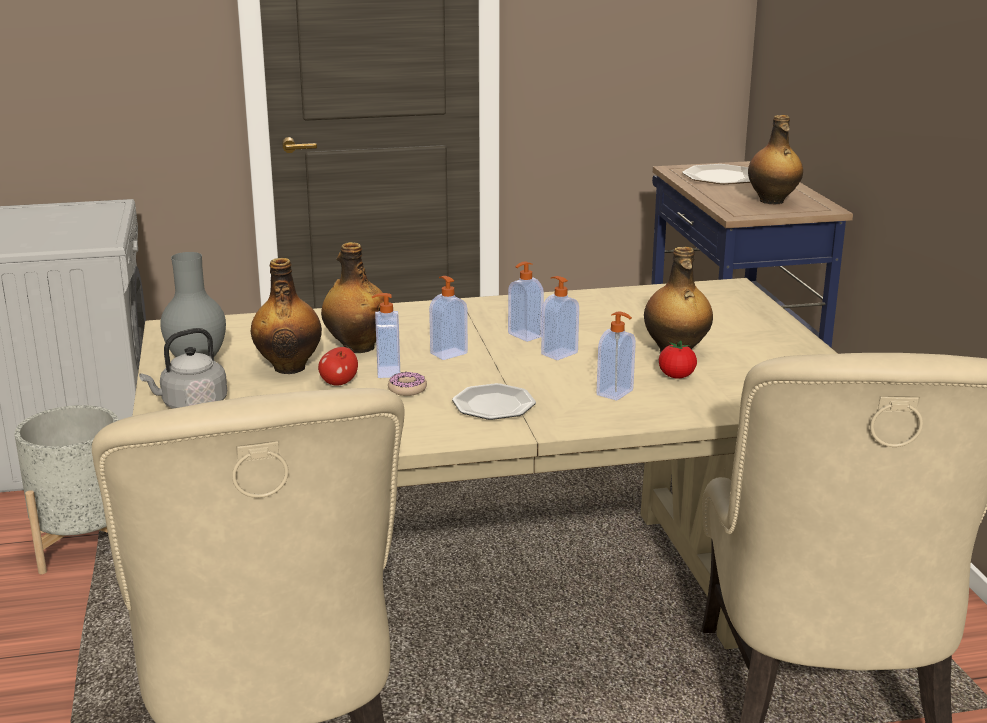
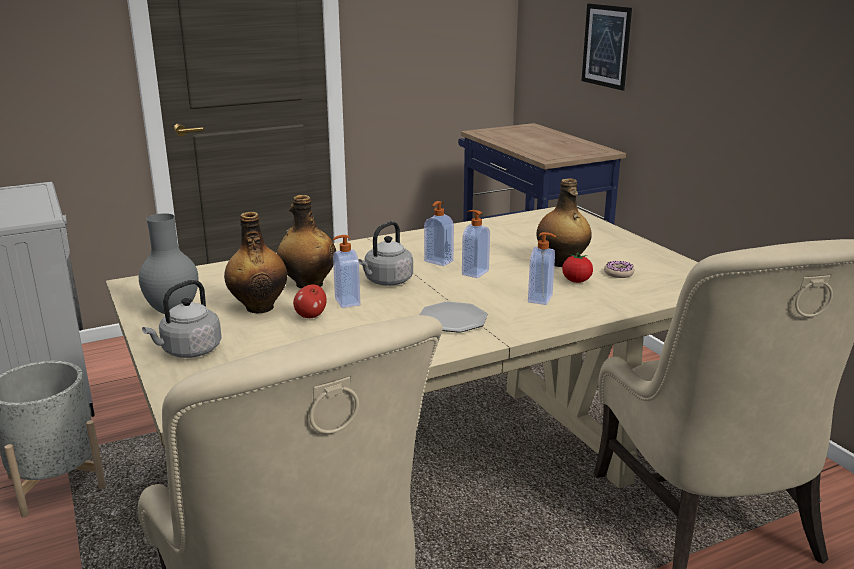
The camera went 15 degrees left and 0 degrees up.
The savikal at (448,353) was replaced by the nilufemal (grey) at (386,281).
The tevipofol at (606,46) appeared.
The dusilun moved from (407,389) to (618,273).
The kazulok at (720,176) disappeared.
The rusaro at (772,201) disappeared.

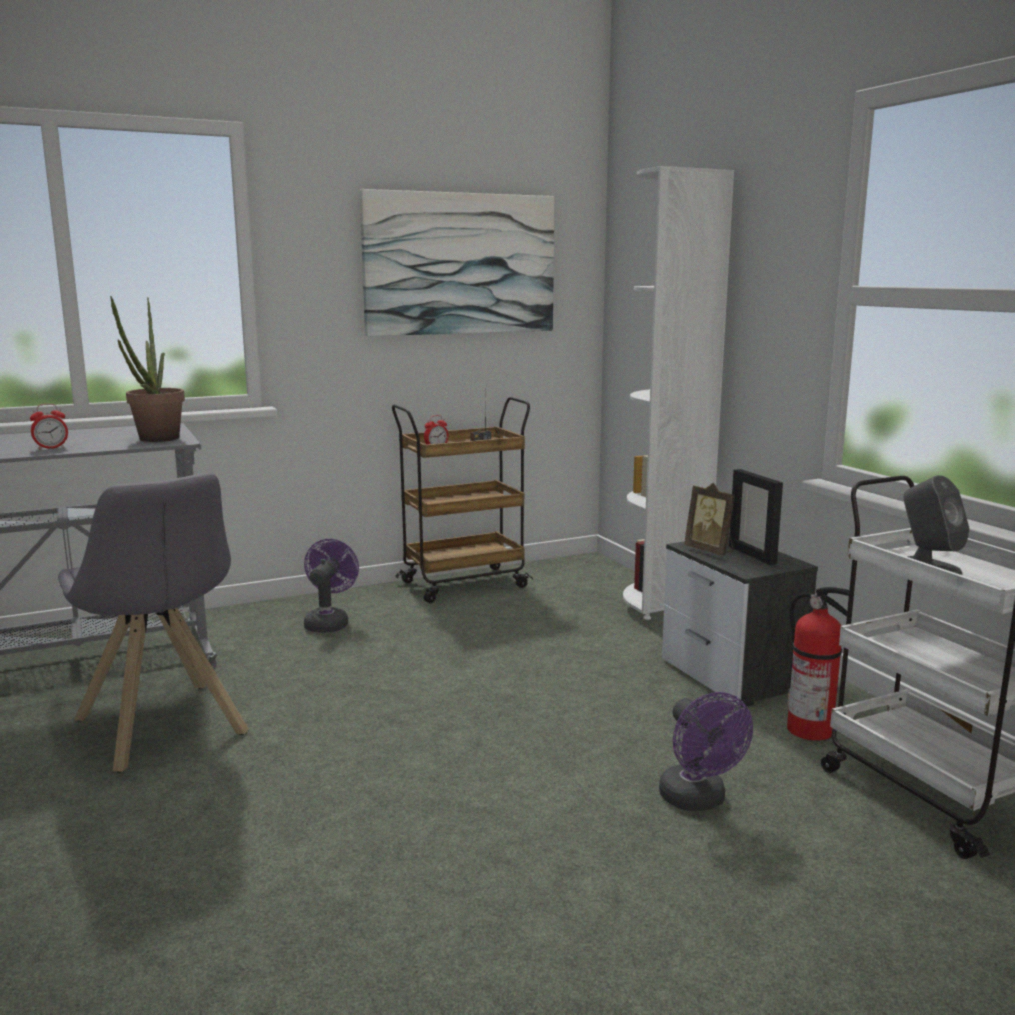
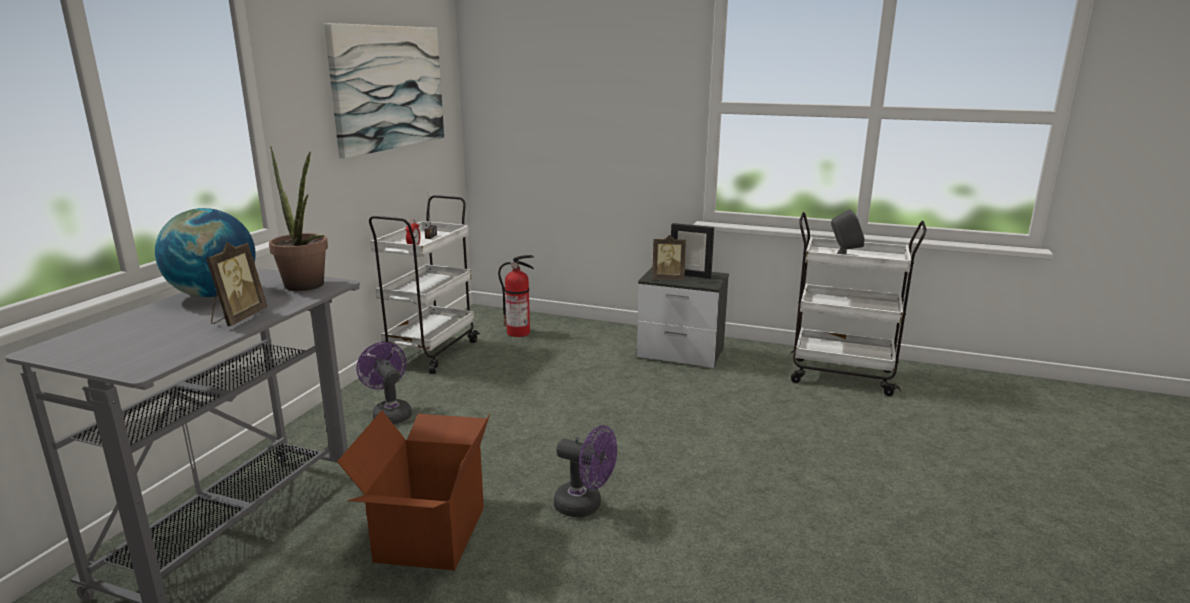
The camera went 45 degrees left and 5 degrees up.
The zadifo at (214,295) appeared.
The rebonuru at (51,448) was replaced by the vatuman at (238,318).
The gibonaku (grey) at (162,726) was replaced by the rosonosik at (428,533).
The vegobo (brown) at (465,584) became the vegobo (white) at (432,353).
The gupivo moved from (811,730) to (519,332).
The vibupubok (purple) moved from (698,801) to (585,506).
The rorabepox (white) at (658,607) disappeared.

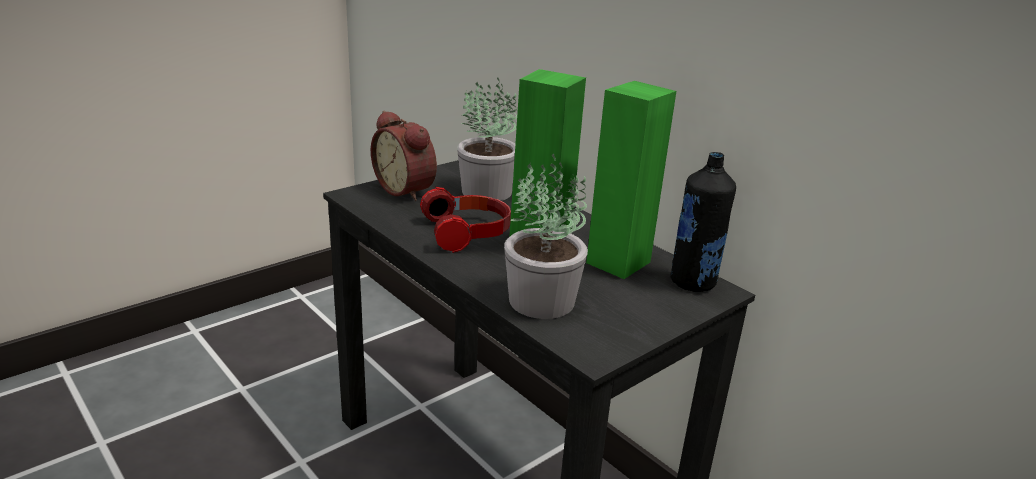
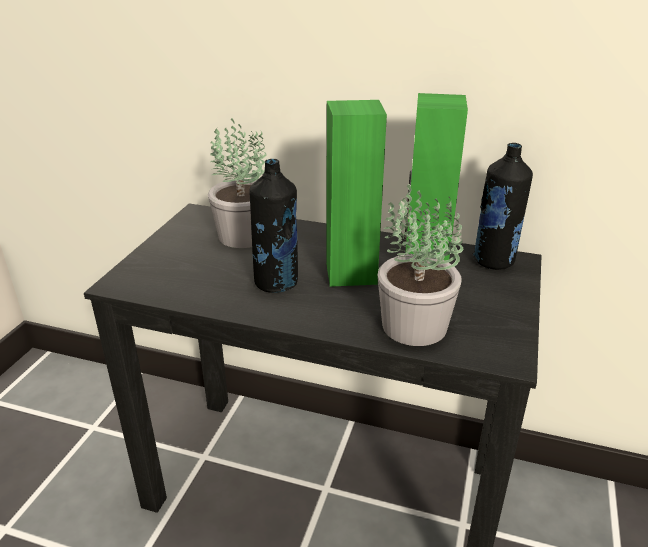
The camera went 30 degrees left and 5 degrees up.
The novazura at (468,232) was replaced by the rusaro (black) at (277,283).
The rebonuru at (407,190) disappeared.

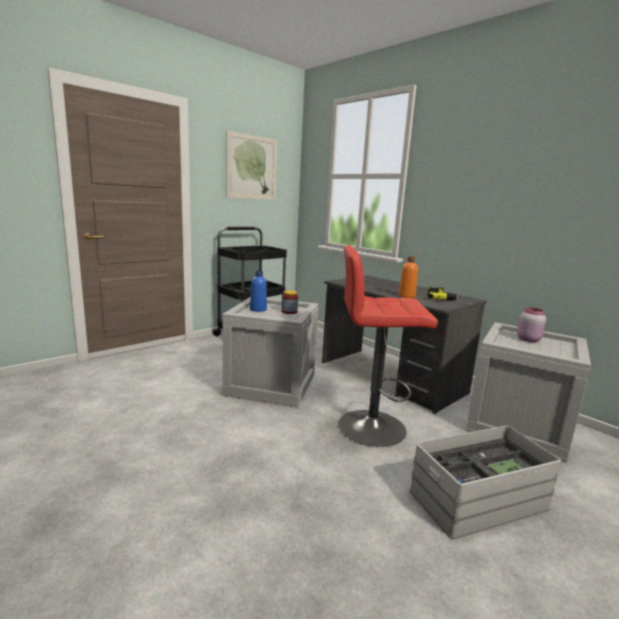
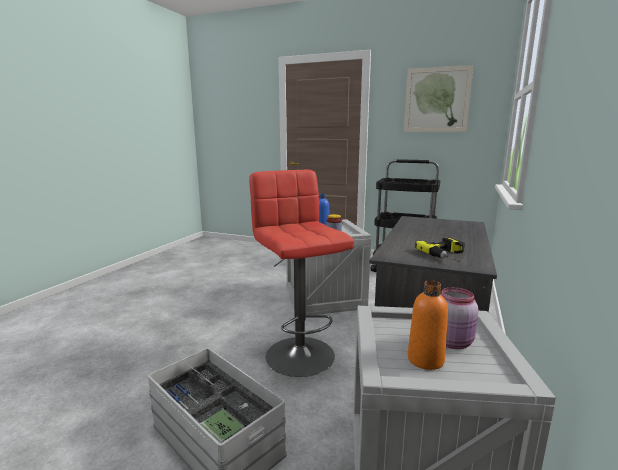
The camera went 65 degrees right and 0 degrees up.
The rusaro (orange) moved from (406,296) to (425,360).

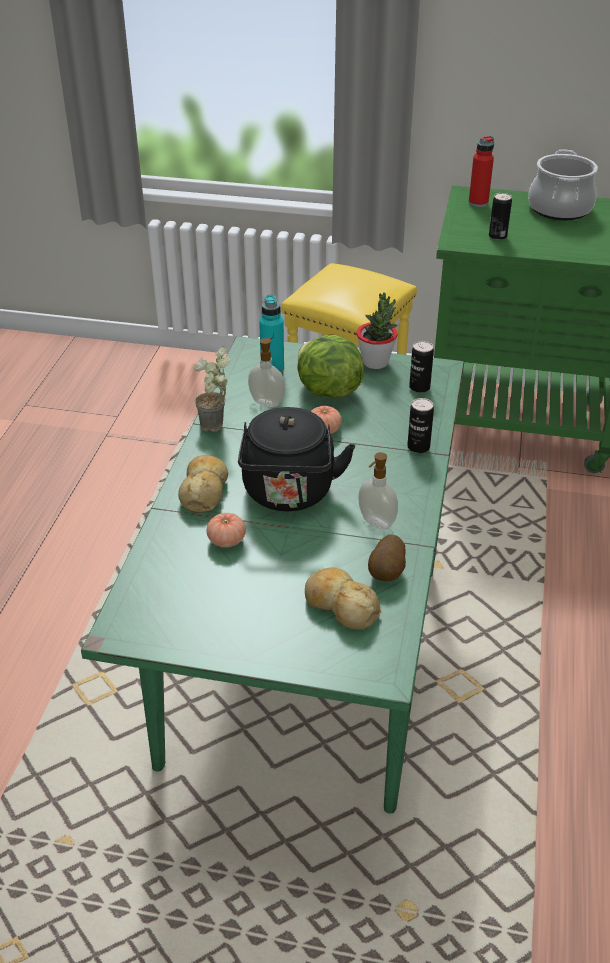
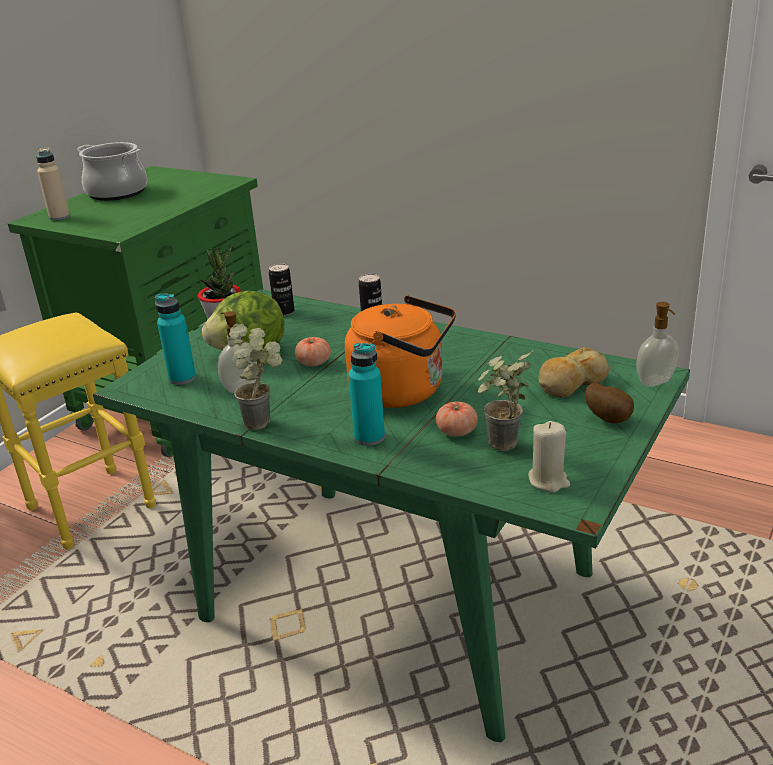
The camera went 70 degrees left and 10 degrees down.
The rusaro (red) at (478,203) became the rusaro (beige) at (59,217).
The nilufemal (black) at (289,494) became the nilufemal (orange) at (403,391).
The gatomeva at (204,491) was replaced by the rusaro (turquoise) at (369,437).
The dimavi at (501,449) appeared.
The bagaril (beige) at (548,480) appeared.
The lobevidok moved from (387,573) to (609,419).
The savikal moved from (375,522) to (656,382).
The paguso at (497,236) disappeared.

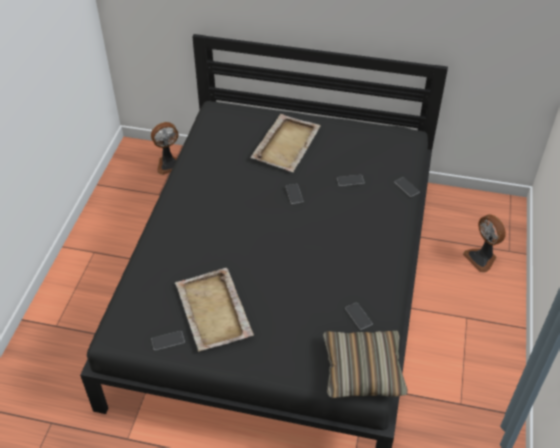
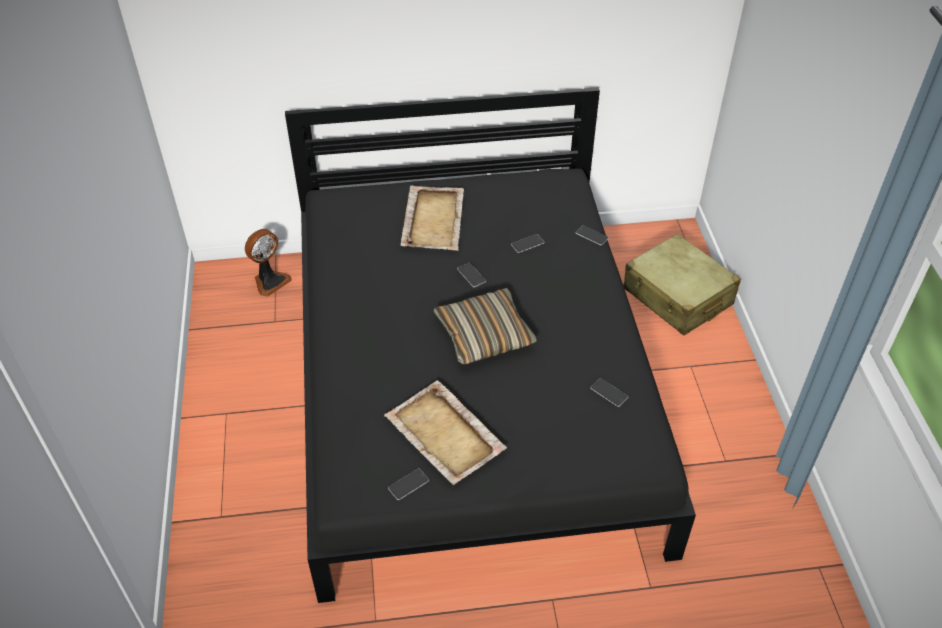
The camera went 20 degrees left and 0 degrees up.
The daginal moved from (363,370) to (484,335).
The vibupubok at (482,258) was replaced by the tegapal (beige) at (678,297).

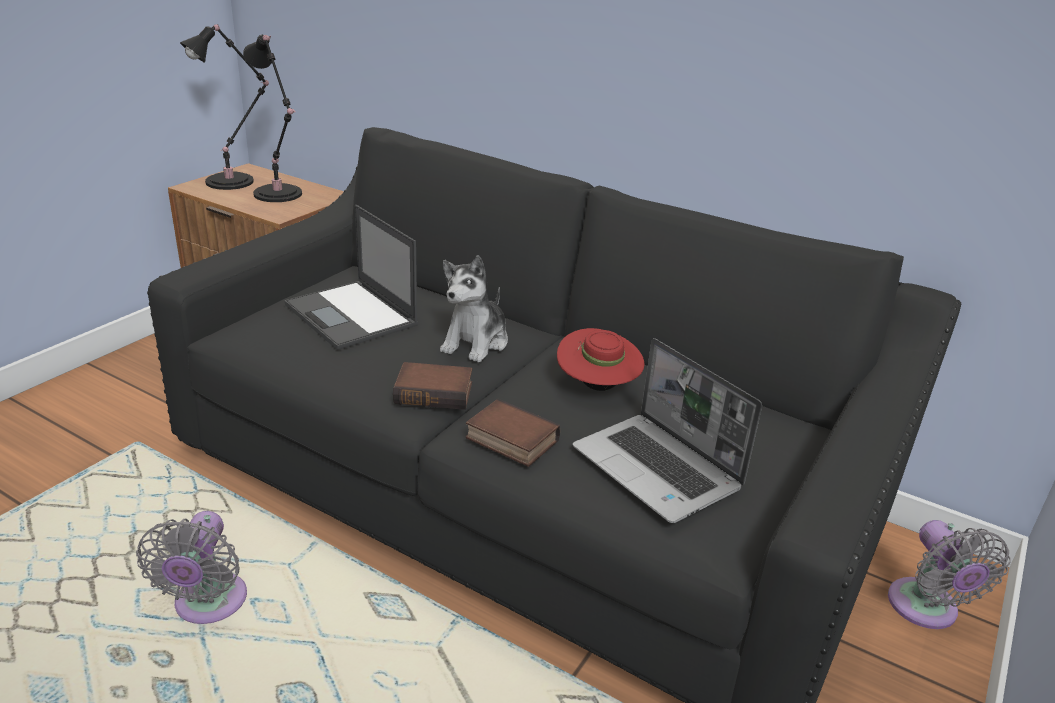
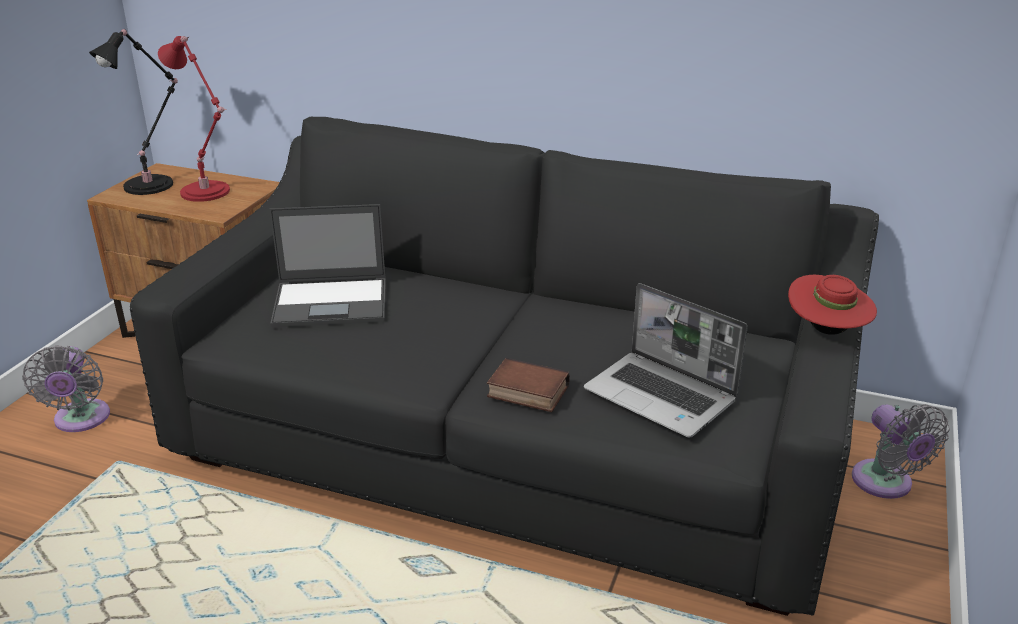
The camera went 10 degrees left and 0 degrees up.
The vibupubok (grey) moved from (208,606) to (80,420).
The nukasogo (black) at (279,195) became the nukasogo (red) at (207,193).
The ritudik at (352,315) turned 45 degrees counterclockwise.
The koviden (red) moved from (597,386) to (826,331).
The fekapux at (435,392) disappeared.
The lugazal at (476,342) disappeared.

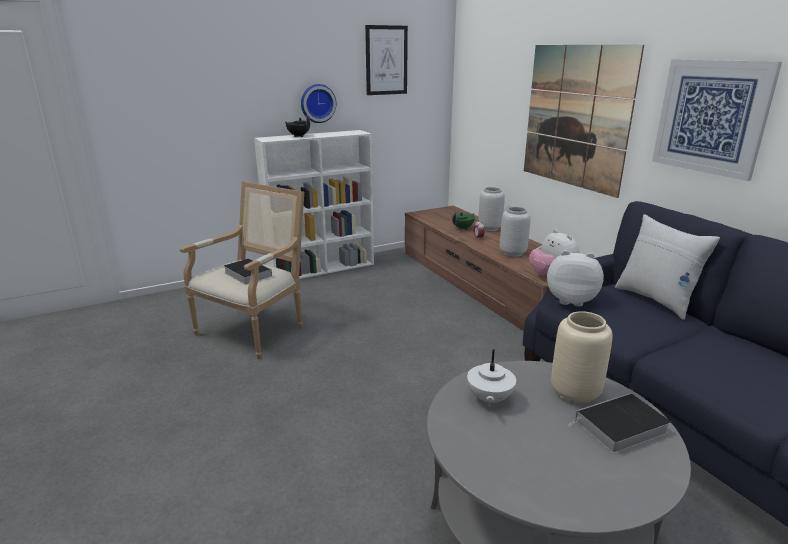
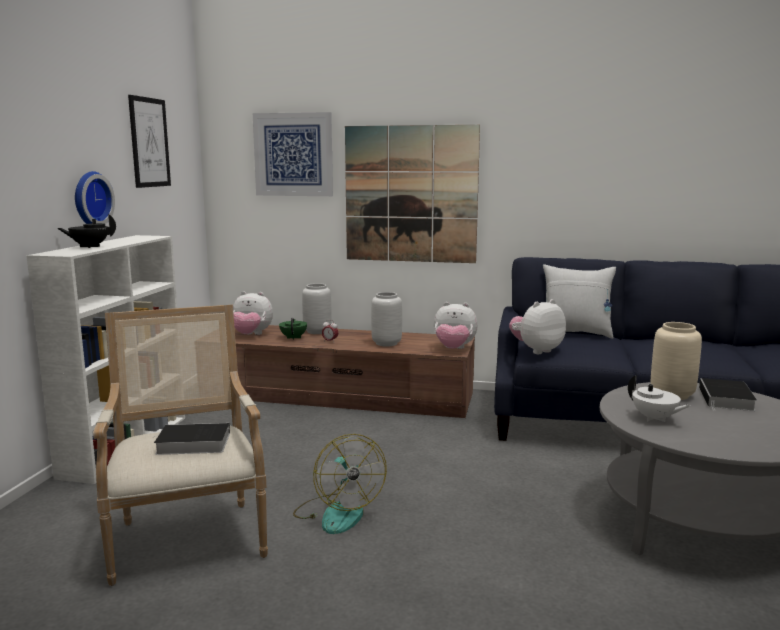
The camera went 50 degrees left and 10 degrees down.
The lugazal at (251,335) appeared.
The tevipofol moved from (711,117) to (293,154).
The vibupubok at (338,513) appeared.

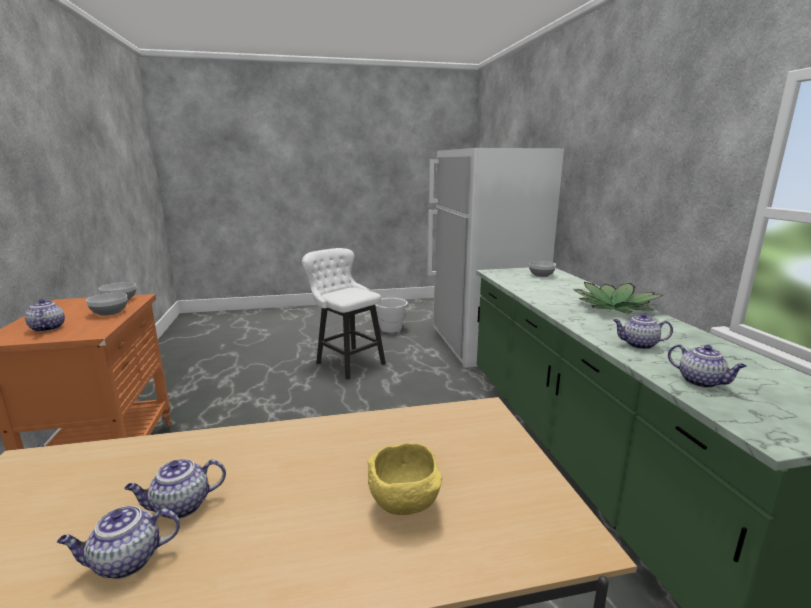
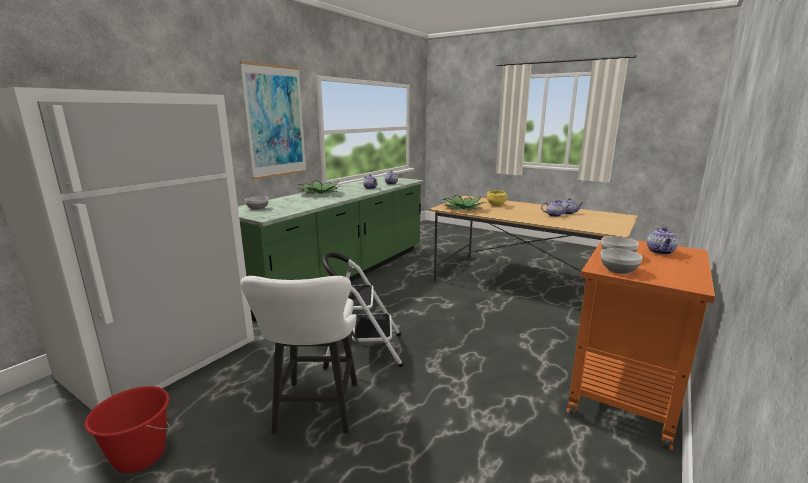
The camera went 135 degrees left and 0 degrees up.
The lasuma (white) at (391,329) became the lasuma (red) at (139,456).
The tevipofol at (275,122) appeared.
The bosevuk at (361,350) appeared.
The dimavi at (463,208) appeared.

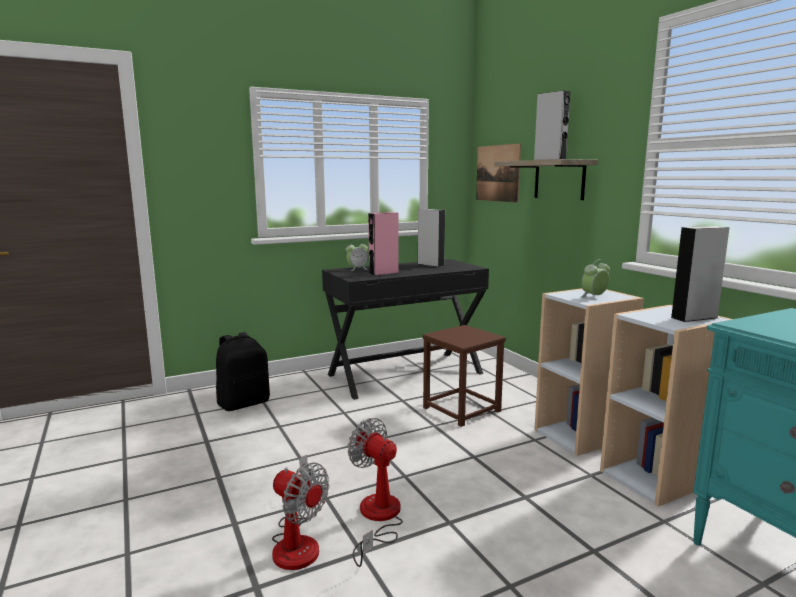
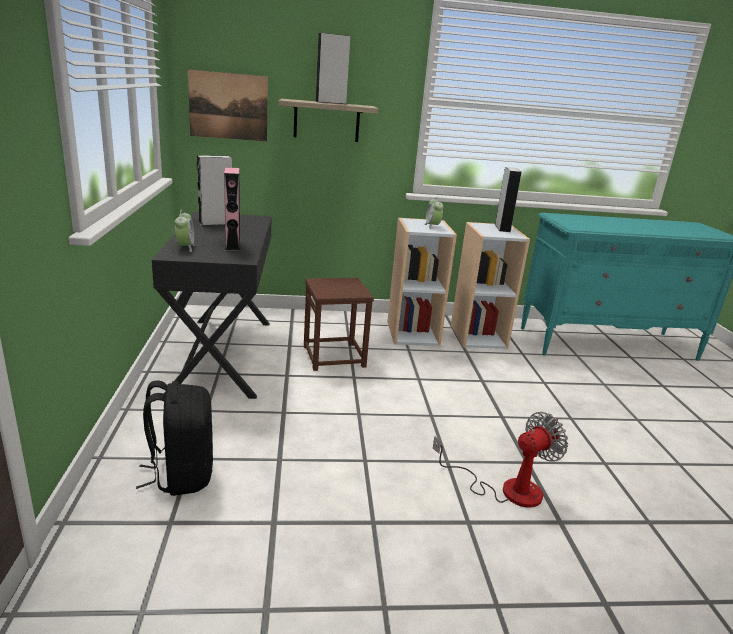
The camera went 70 degrees left and 10 degrees up.
The vibupubok at (377,518) disappeared.

